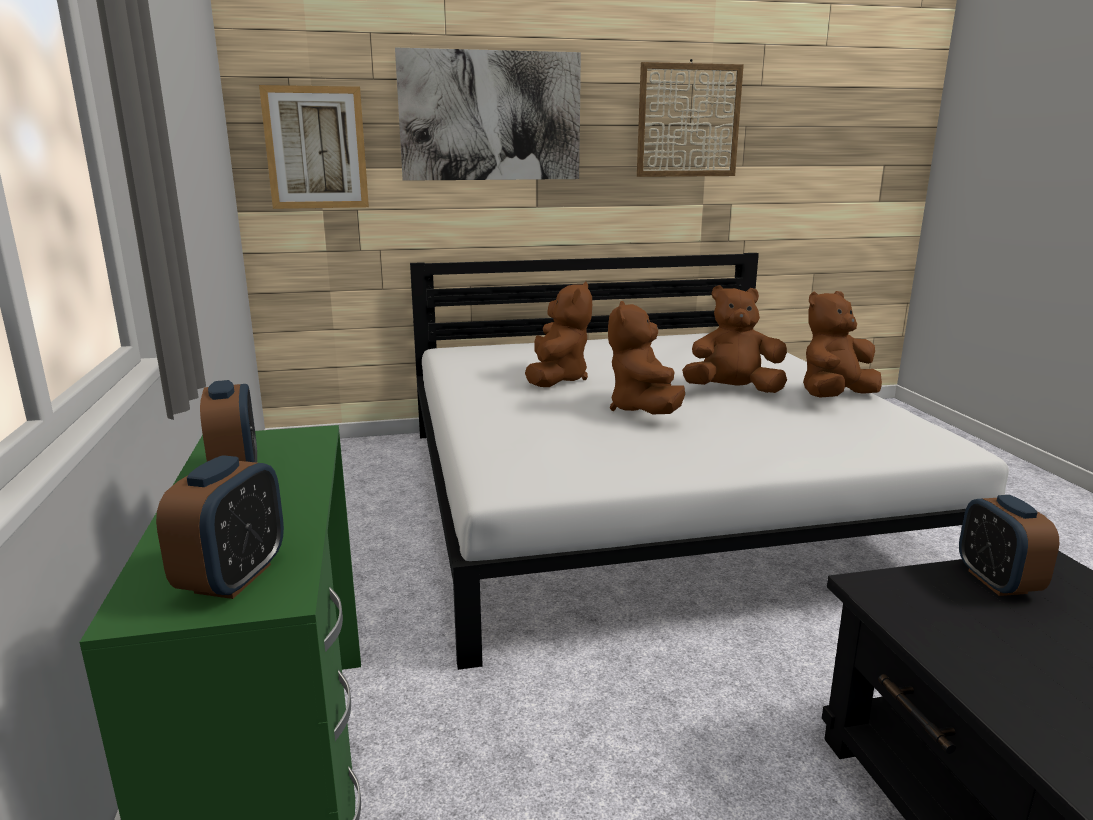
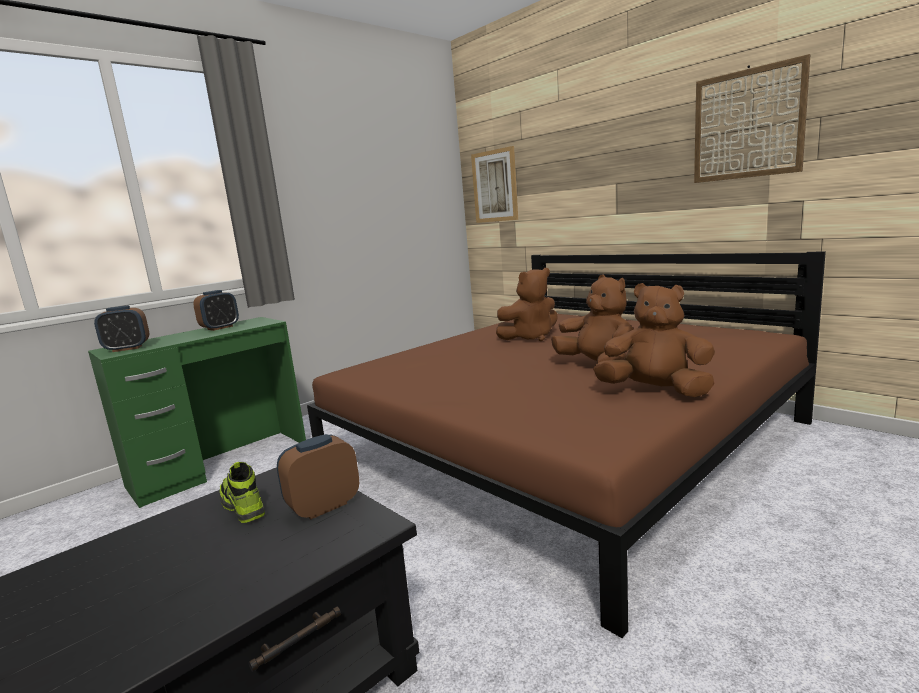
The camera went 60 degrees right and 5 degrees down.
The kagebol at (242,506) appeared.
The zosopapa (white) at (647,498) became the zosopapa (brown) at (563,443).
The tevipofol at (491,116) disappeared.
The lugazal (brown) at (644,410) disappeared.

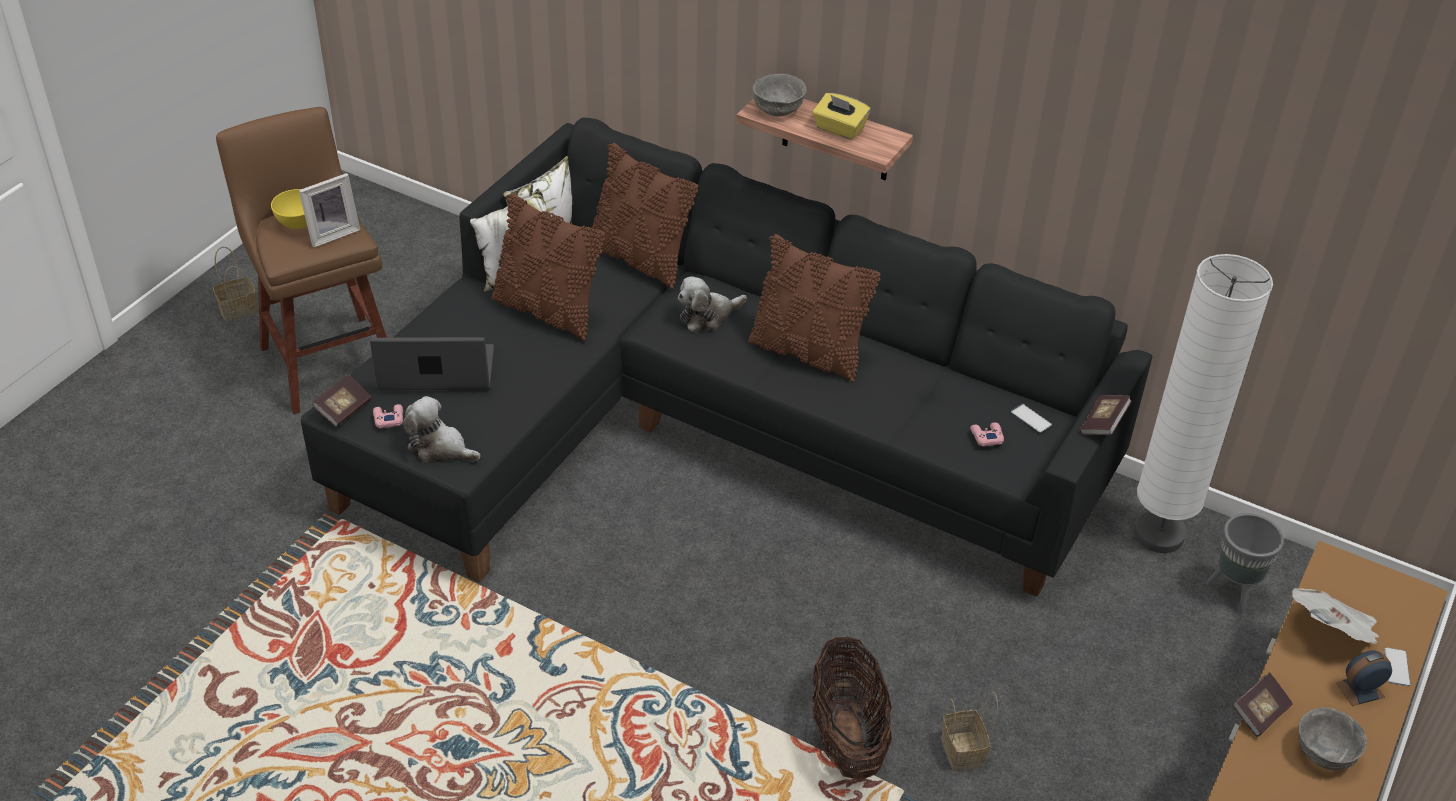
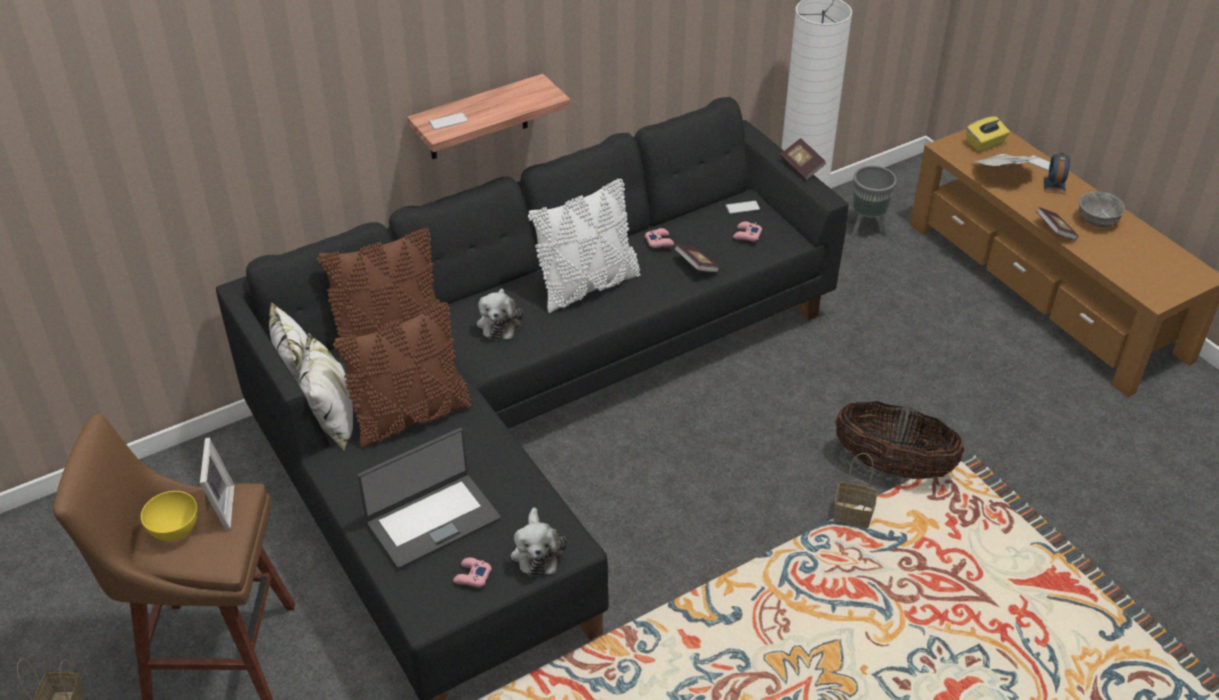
The camera went 60 degrees left and 0 degrees up.
The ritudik at (436,371) turned 150 degrees counterclockwise.
The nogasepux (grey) at (778,110) was replaced by the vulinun at (448,121).
The lugazal at (440,448) turned 60 degrees counterclockwise.
The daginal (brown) at (808,353) became the daginal (white) at (587,286).
The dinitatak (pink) at (659,241) appeared.
The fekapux moved from (344,409) to (696,266).
The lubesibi moved from (964,752) to (854,515).
The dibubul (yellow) moved from (839,129) to (985,144).

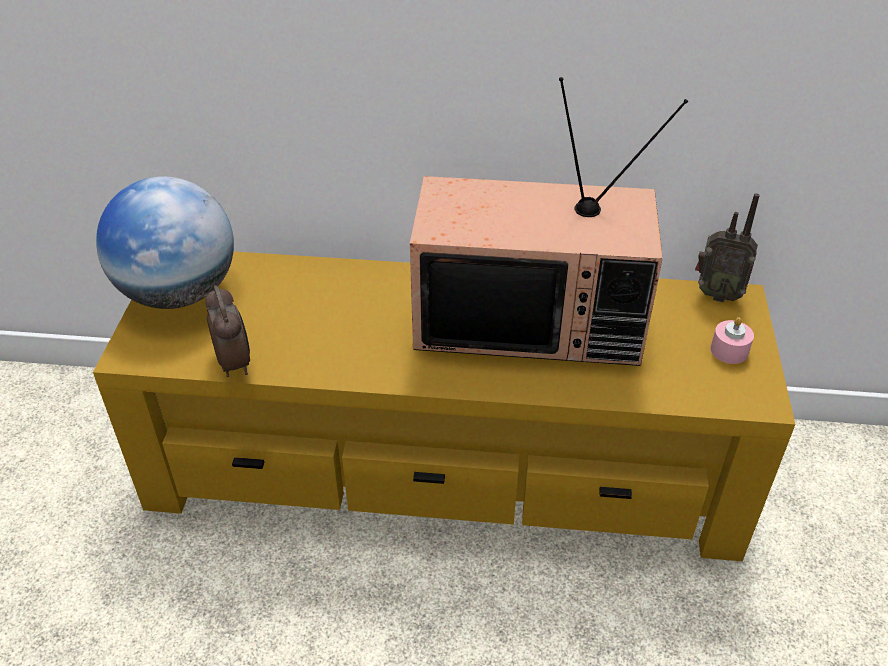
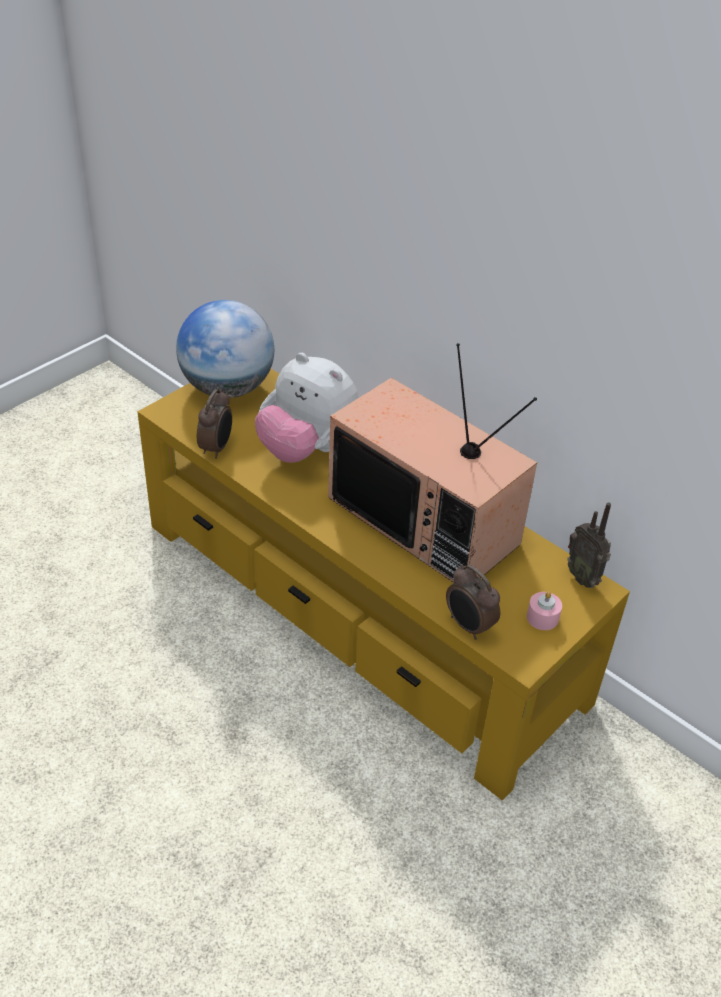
The camera went 35 degrees right and 0 degrees up.
The lugazal at (308,449) appeared.
The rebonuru at (468,626) appeared.

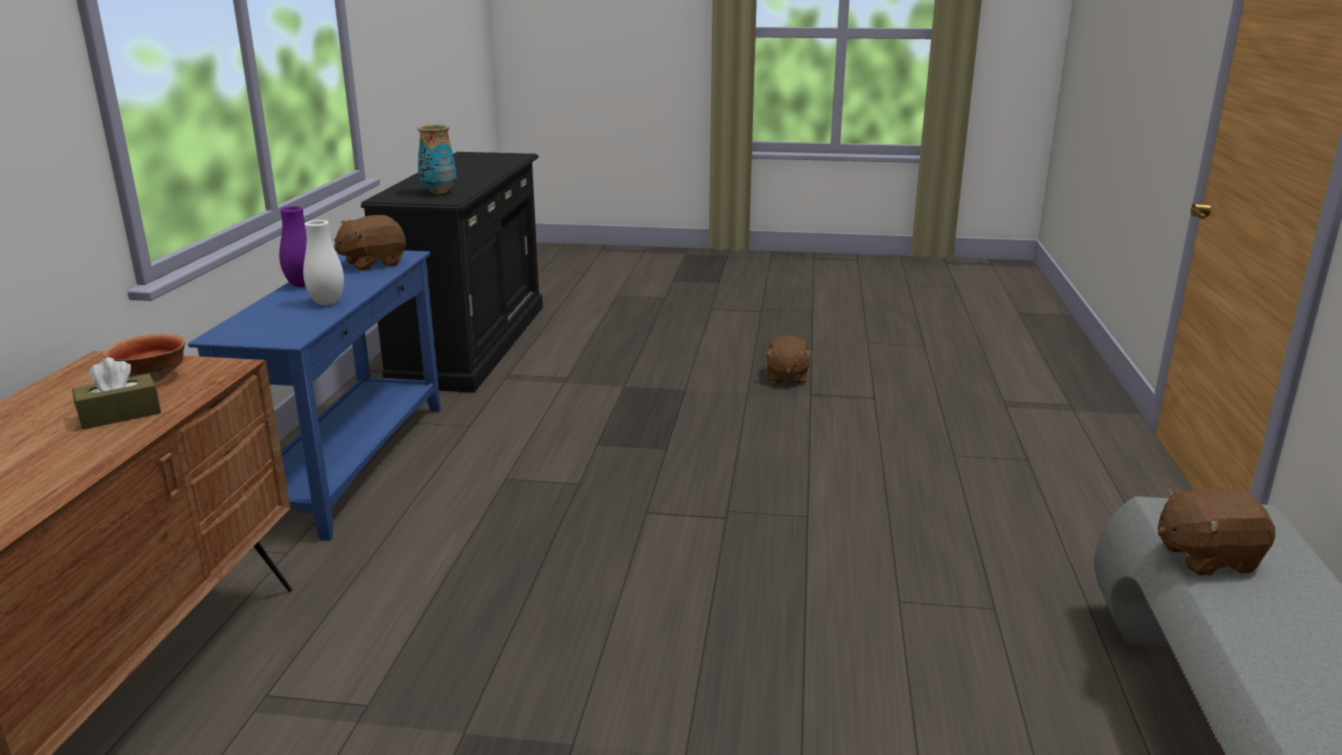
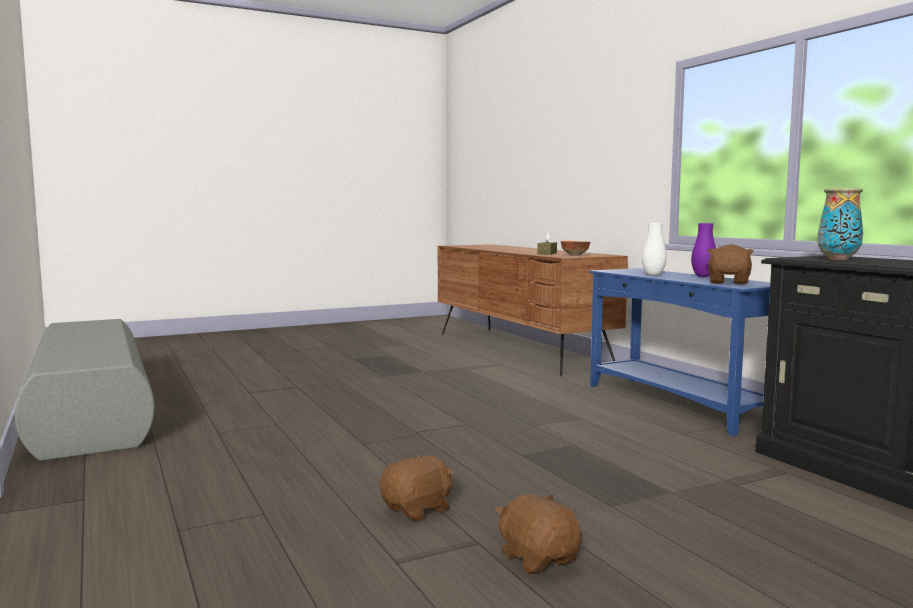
The camera went 145 degrees right and 15 degrees down.
The lugazal (brown) moved from (1205,557) to (418,509).

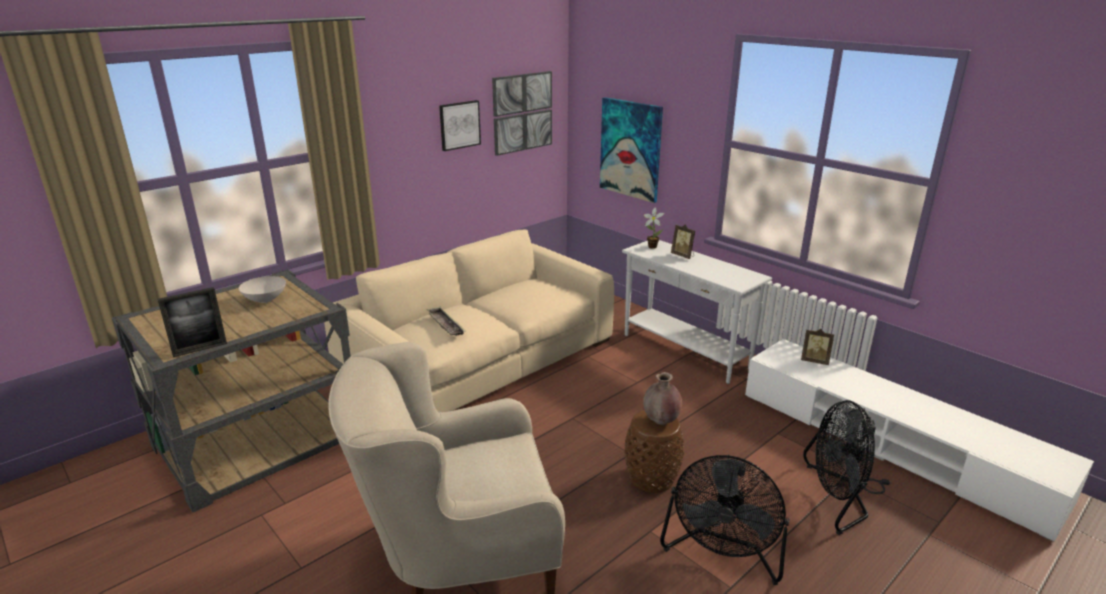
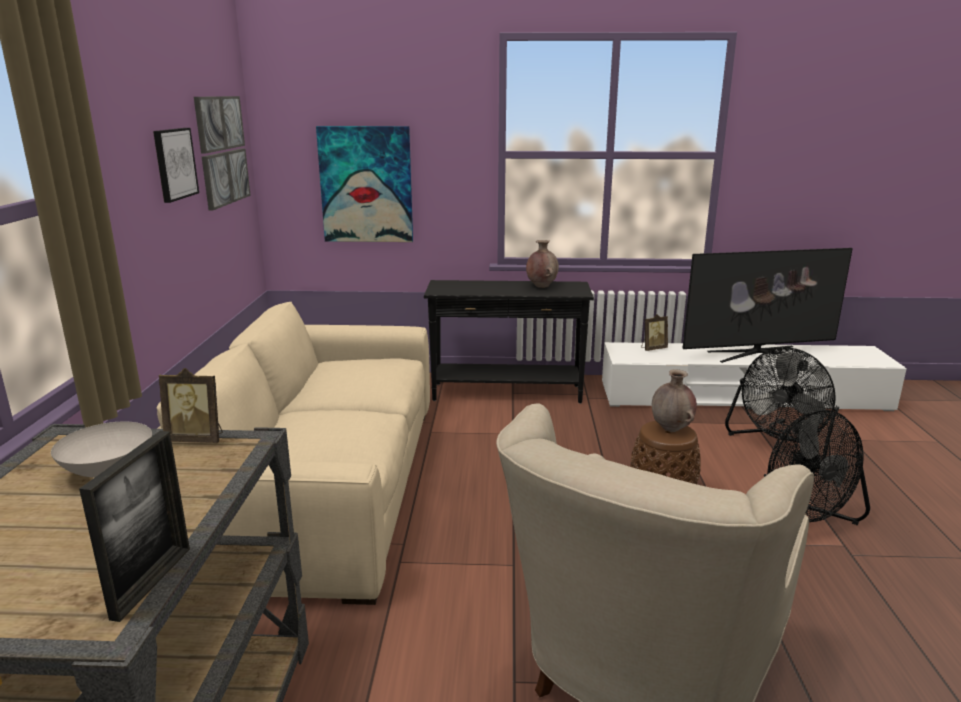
The camera went 45 degrees left and 5 degrees down.
The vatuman moved from (683,255) to (197,439).
The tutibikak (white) at (686,351) became the tutibikak (black) at (508,392).
The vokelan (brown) at (541,286) appeared.
The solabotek at (757,354) appeared.
The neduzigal at (445,325) disappeared.
The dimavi at (651,246) disappeared.

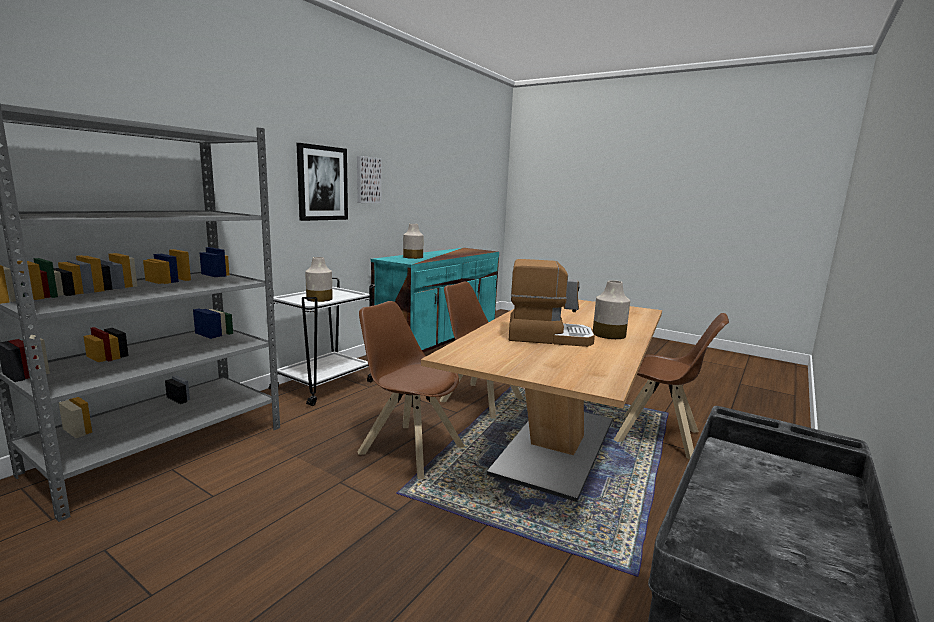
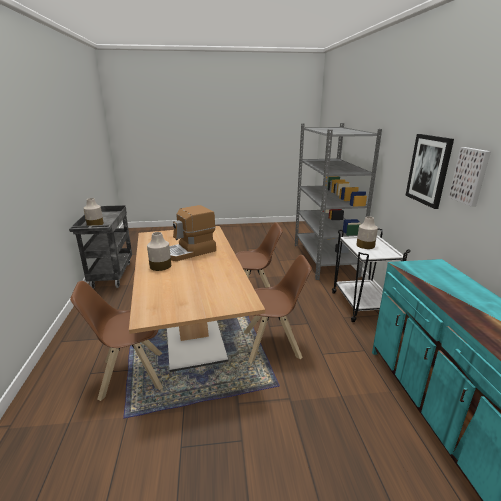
The camera went 140 degrees right and 10 degrees up.
The vokelan (beige) moved from (413,257) to (95,224).

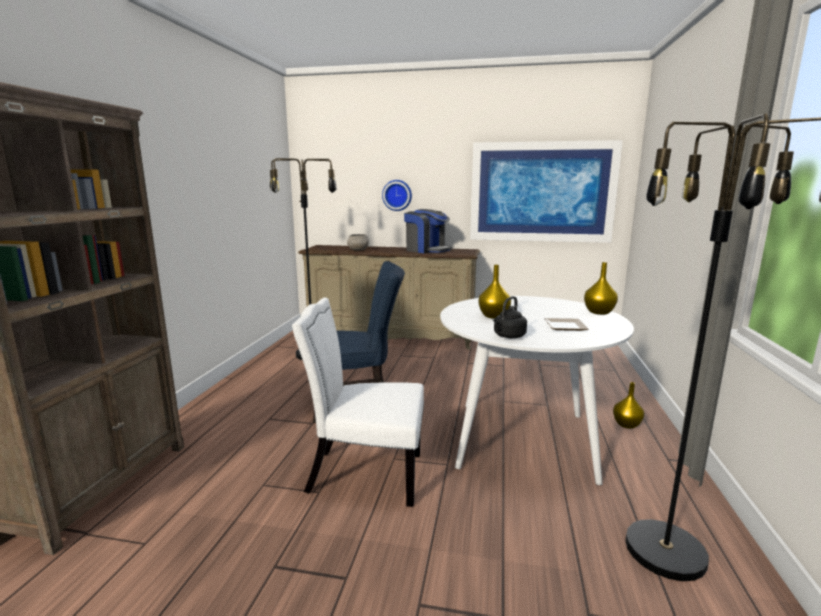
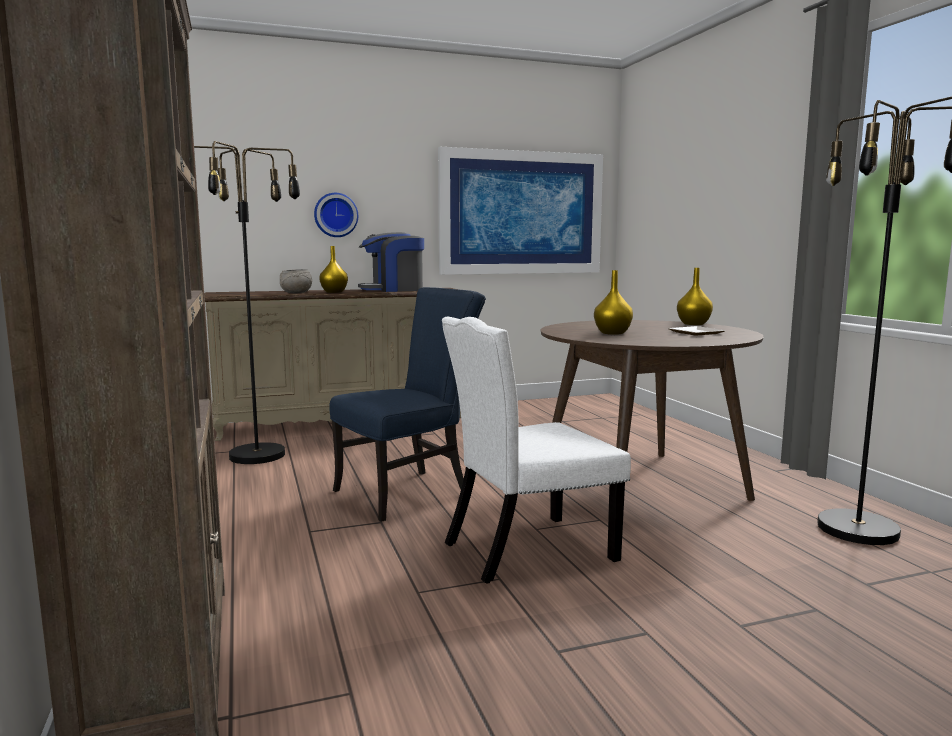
The camera went 30 degrees left and 5 degrees down.
The vokelan (yellow) moved from (627,425) to (334,292).
The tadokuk at (427,250) turned 150 degrees clockwise.
The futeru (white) at (523,439) became the futeru (brown) at (641,483).
The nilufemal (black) at (508,336) disappeared.

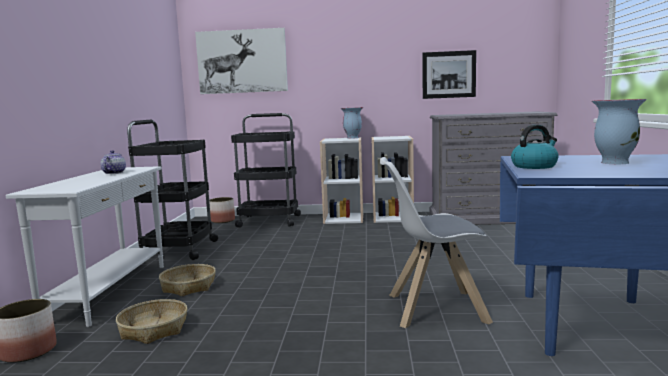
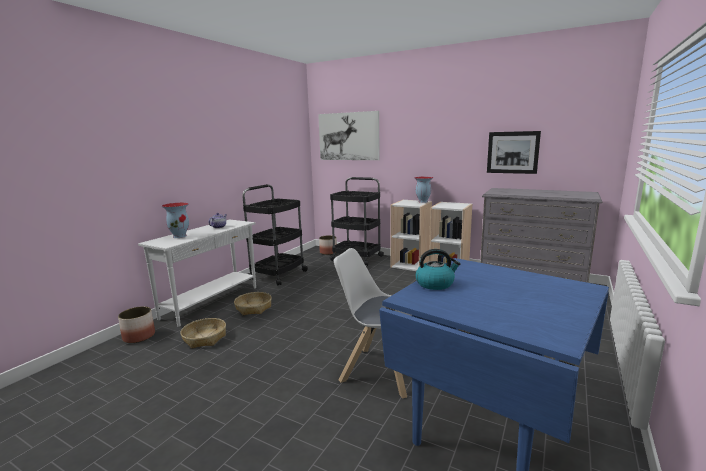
The camera went 25 degrees right and 5 degrees up.
The vokelan moved from (614,162) to (180,236).

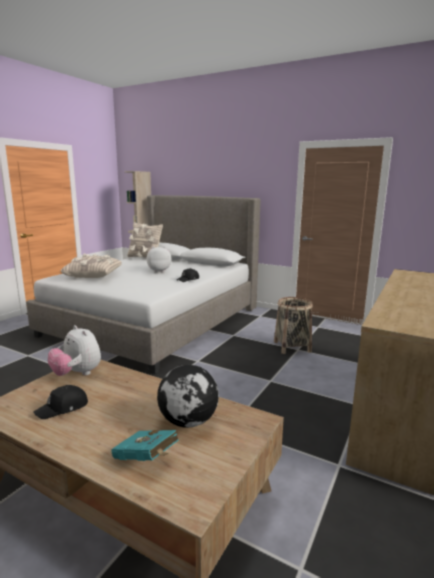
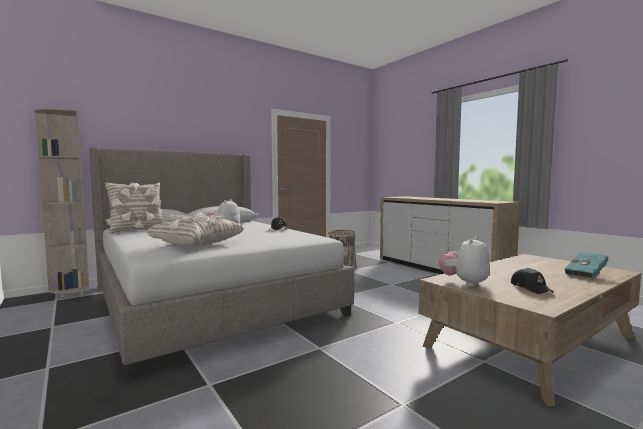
The camera went 65 degrees left and 10 degrees down.
The lugazal at (77,374) turned 150 degrees clockwise.
The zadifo at (189,421) disappeared.

